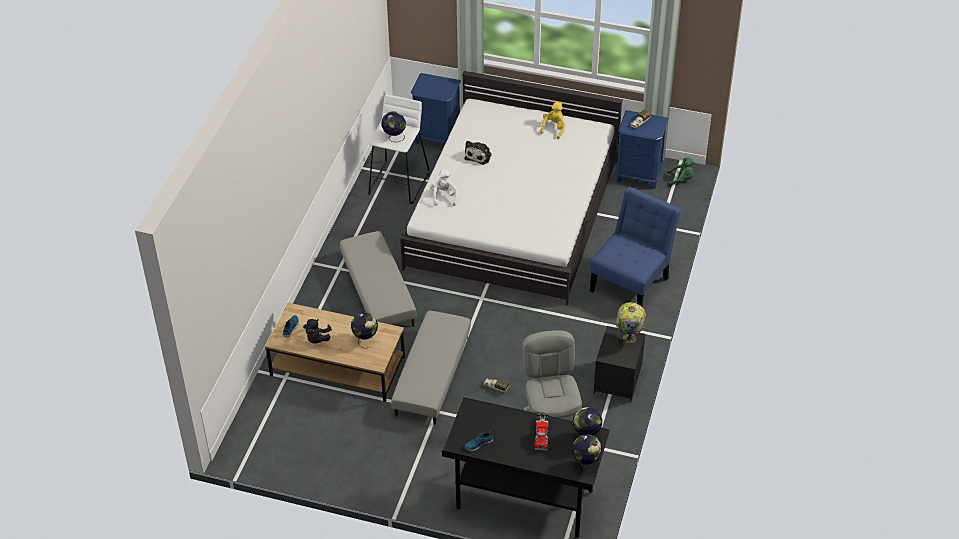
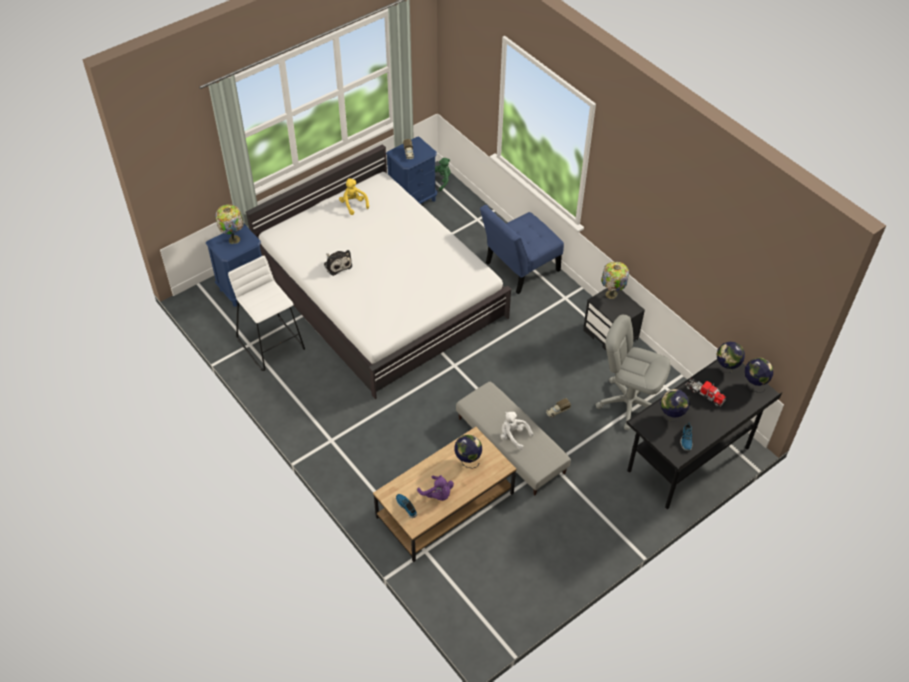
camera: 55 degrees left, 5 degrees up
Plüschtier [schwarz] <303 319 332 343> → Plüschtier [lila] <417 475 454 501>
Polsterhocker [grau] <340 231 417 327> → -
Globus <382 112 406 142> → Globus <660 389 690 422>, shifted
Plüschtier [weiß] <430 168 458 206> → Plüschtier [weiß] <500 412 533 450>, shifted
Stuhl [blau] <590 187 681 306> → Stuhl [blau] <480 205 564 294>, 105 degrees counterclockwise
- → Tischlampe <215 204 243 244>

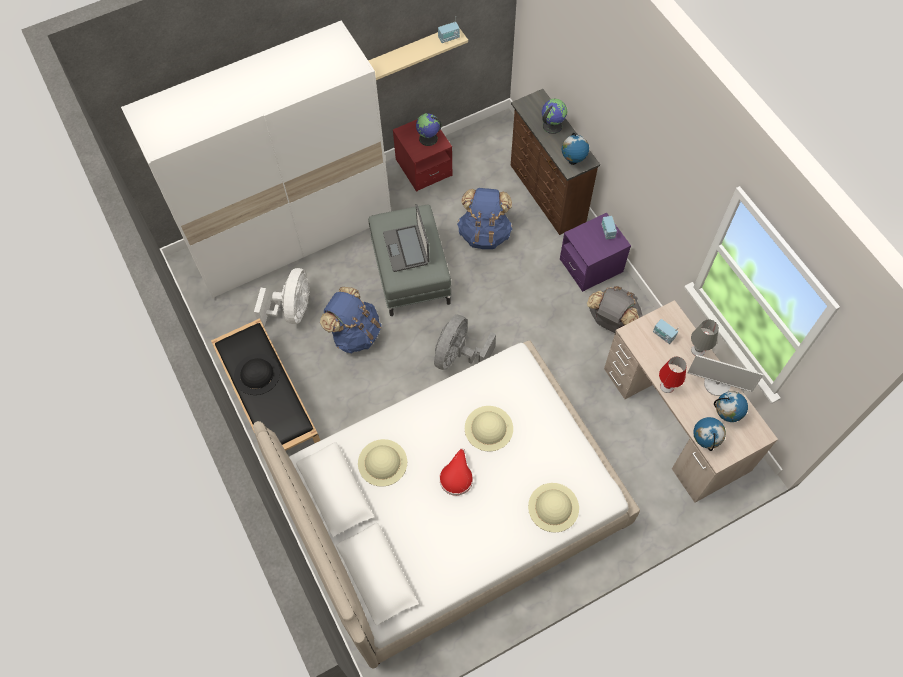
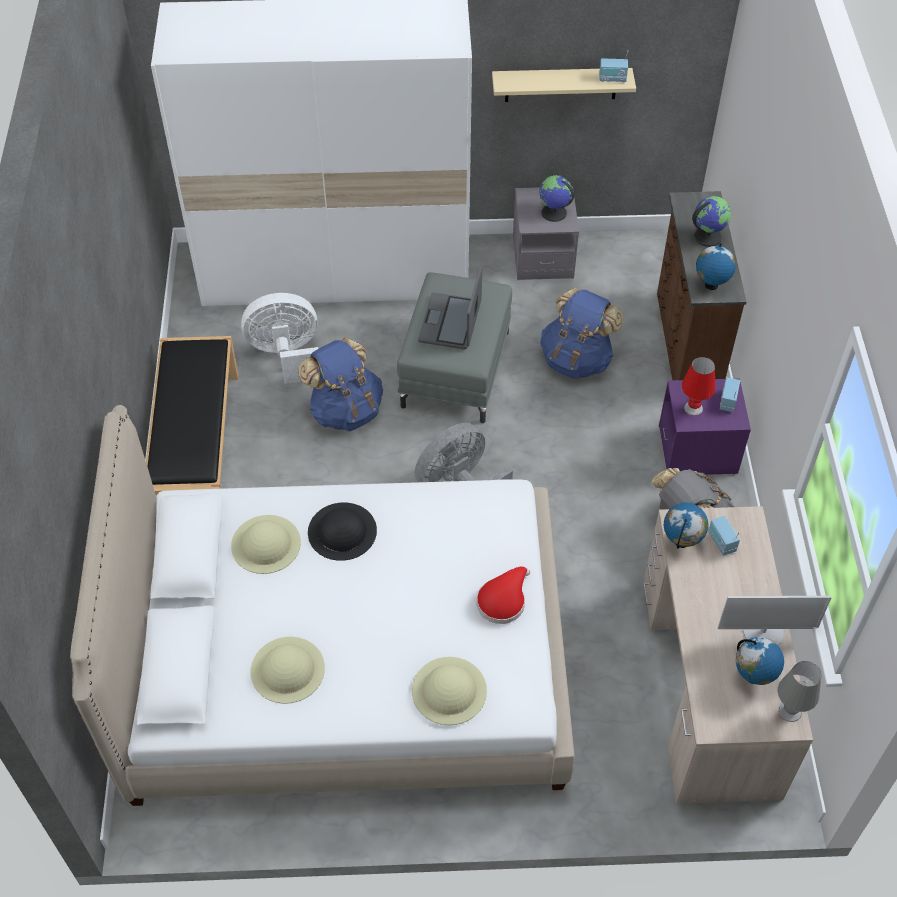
camera: 25 degrees right, 10 degrees down
Hut [schwarz] <234 353 280 395> → Hut [schwarz] <308 502 377 561>, shifted
Ventilator [weiß] <254 268 310 326> → Ventilator [weiß] <241 293 318 384>, 135 degrees counterclockwise
Nachttisch [rot] <393 120 452 192> → Nachttisch [grau] <513 187 579 280>
Hut [rot] <439 448 473 496> → Hut [rot] <477 567 530 624>, shifted
Hut [beige] <465 406 513 451> → Hut [beige] <250 637 325 704>, shifted
Tischlampe [rot] <659 357 686 393> → Tischlampe [rot] <682 357 715 416>, shifted
Monitor <688 355 764 396> → Monitor <718 596 832 646>, 45 degrees counterclockwise
Tischlampe [grau] <691 320 719 356> → Tischlampe [grau] <777 661 821 722>, shifted
Globus <693 417 726 451> → Globus <664 503 708 549>, shifted

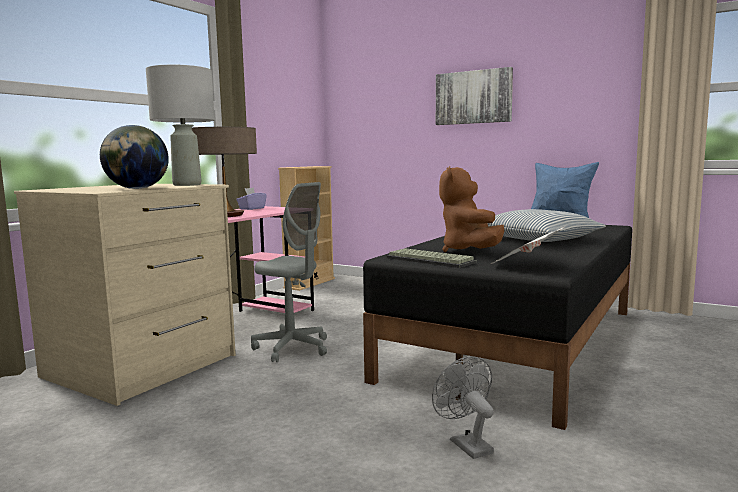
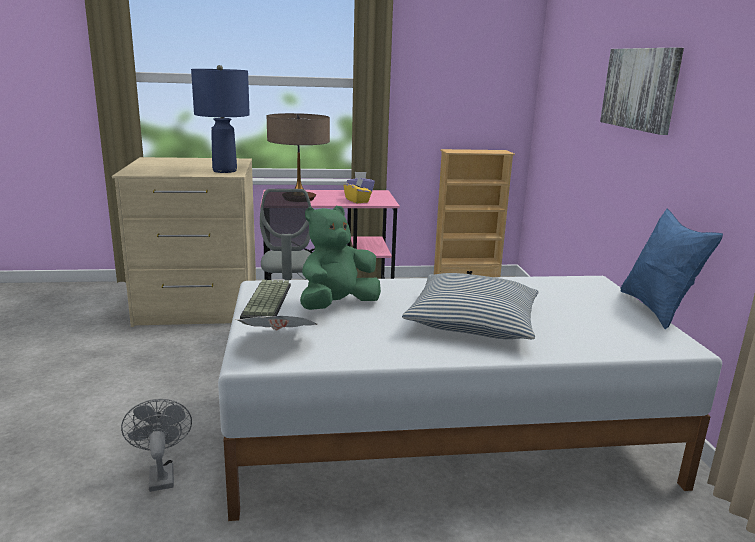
camera: 50 degrees right, 10 degrees up
Globus <100 125 169 189> → -
Tischlampe [grau] <146 65 215 186> → Tischlampe [blau] <191 65 250 173>
Bett [schwarz] <363 225 632 430> → Bett [weiß] <218 276 722 521>
Ventilator [grau] <432 356 494 459> → Ventilator [grau] <121 399 192 492>, 45 degrees counterclockwise
Plüschtier [braun] <439 166 504 252> → Plüschtier [grün] <300 206 381 310>
- → Taschentuchbox [gelb] <344 178 372 203>

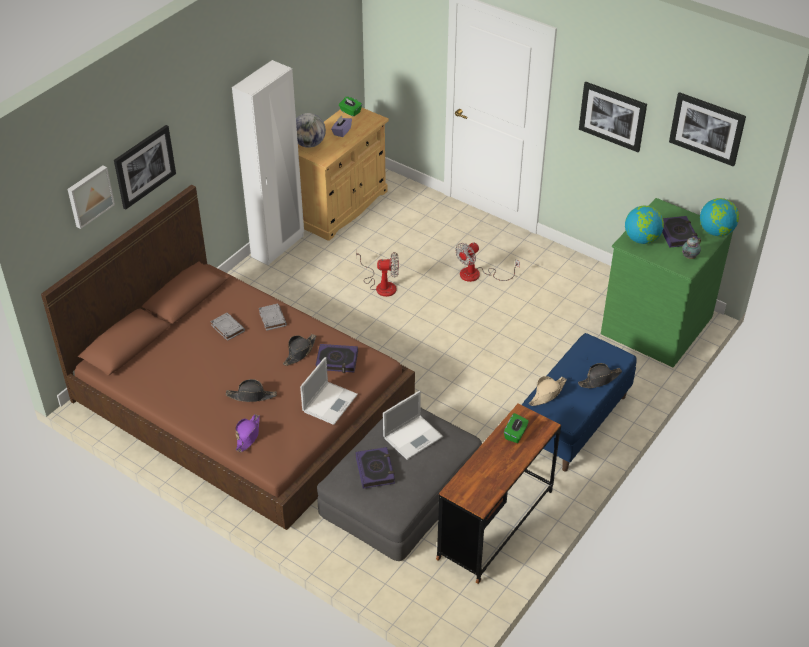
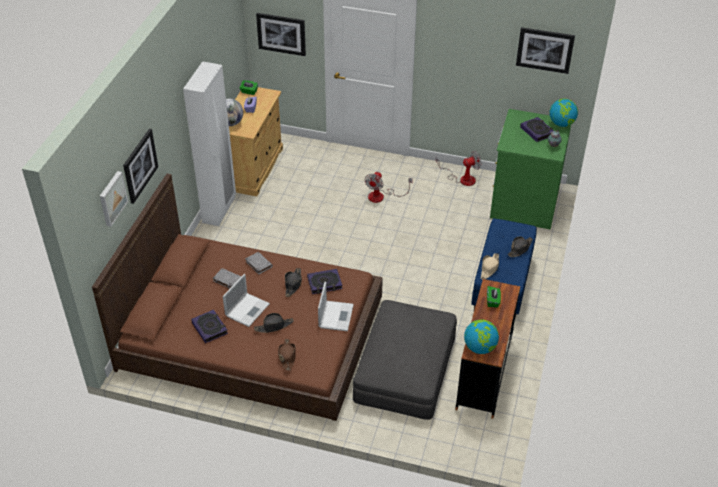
camera: 20 degrees left, 0 degrees up
Hut [lila] <236 414 260 452> → Hut [braun] <278 339 296 371>
Buch <355 447 395 488> → Buch <191 310 228 343>, shifted
Ventilator <356 250 399 297> → Ventilator <436 151 481 186>, shifted
Laptop <383 391 443 460> → Laptop <223 274 270 327>, shifted
Bild <579 82 647 152> → Bild <256 13 306 56>, shifted
Globus <625 206 664 244> → Globus <464 320 499 354>, shifted

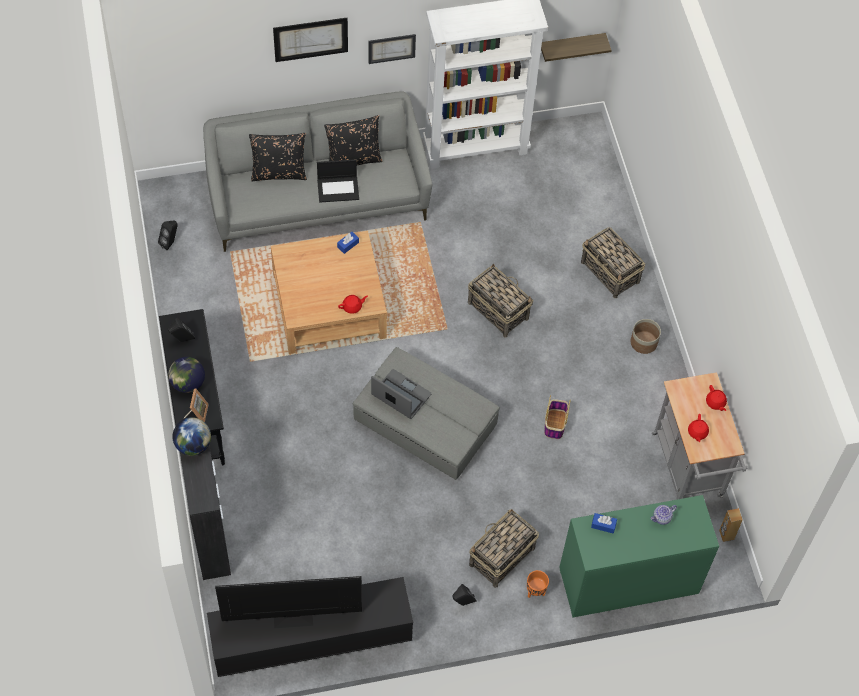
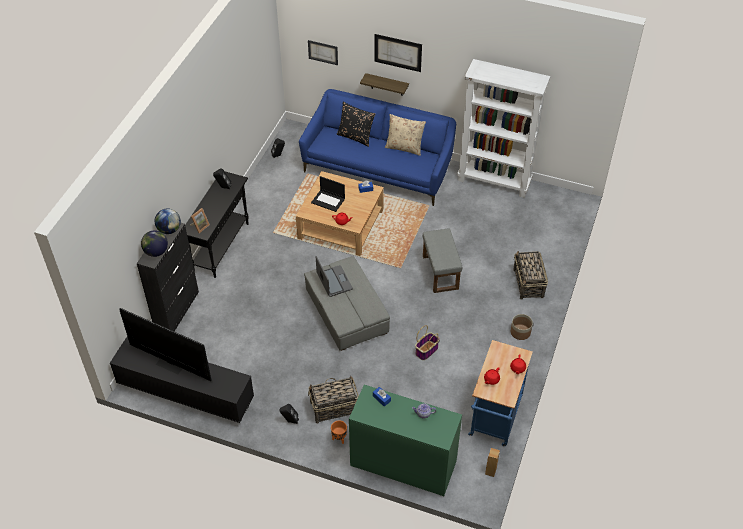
camera: 35 degrees right, 10 degrees down
Globus <168 357 205 393> → Globus <141 230 168 257>, shifted
Sofa [grau] <203 91 433 252> → Sofa [blau] <299 89 456 206>
Laptop <317 159 359 203> → Laptop <311 176 345 212>, shifted
Kissen [schwarz] <324 115 383 165> → Kissen [beige] <385 114 426 156>
Bild <368 34 416 64> → Bild <308 40 338 65>, shifted
Korb <468 263 533 338> → Polsterhocker [grau] <423 228 462 293>
Wandregal <541 33 612 62> → Wandregal <360 73 409 96>, shifted
Rollwagen [grau] <652 372 747 500> → Rollwagen [blau] <468 340 533 447>

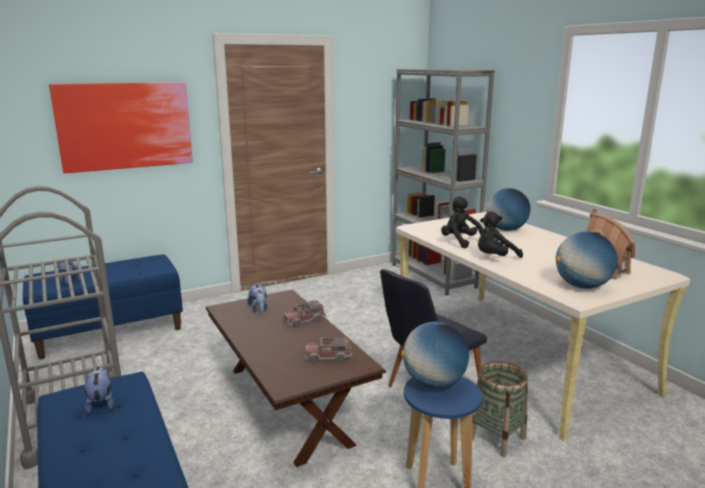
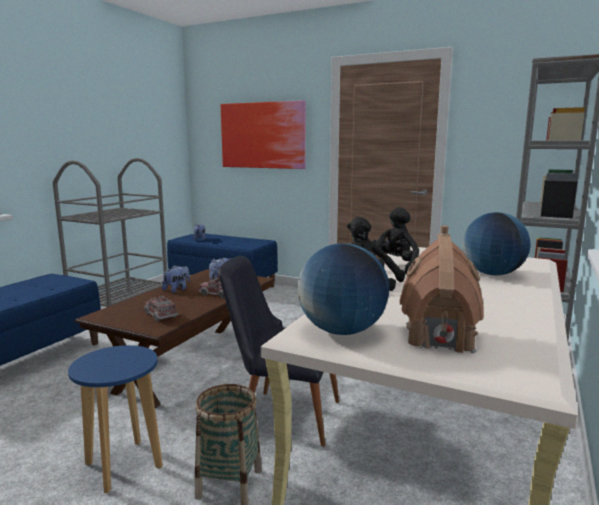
camera: 55 degrees right, 5 degrees down
Plüschtier <85 367 114 414> → Plüschtier <162 265 190 293>, shifted
Globus <401 322 469 389> → -

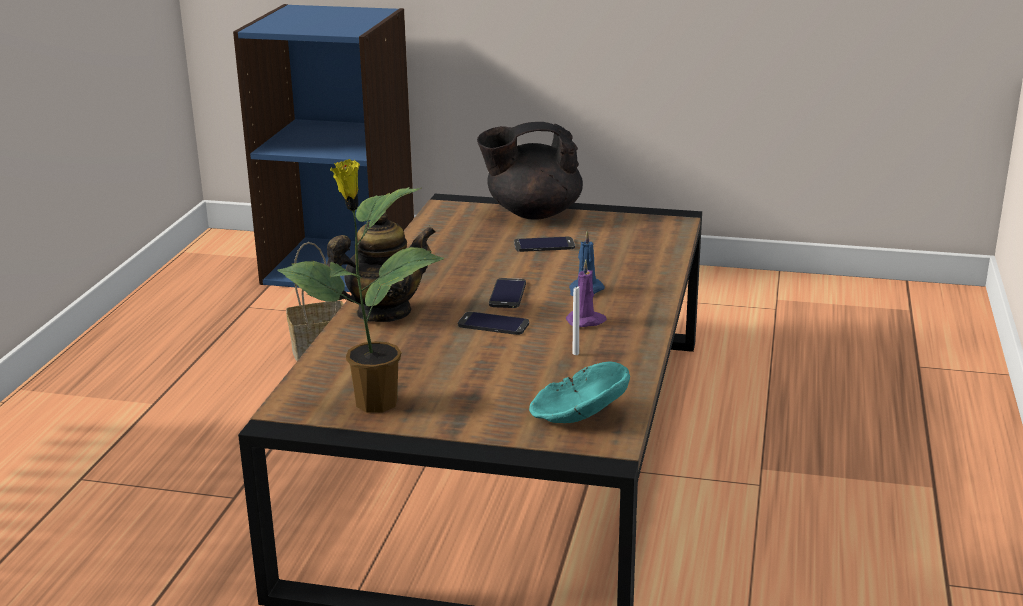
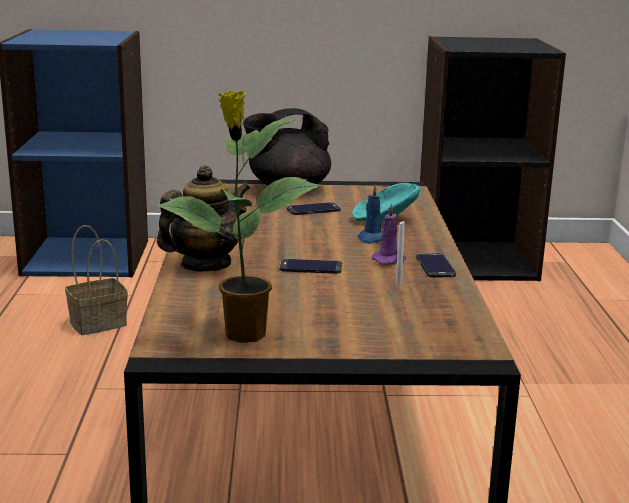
camera: 15 degrees left, 5 degrees down
Handy <489 278 526 308> → Handy <416 253 456 278>, shifted
Schüssel [türkis] <529 361 630 423> → Schüssel [türkis] <352 183 420 222>, shifted
- → Bücherregal [schwarz] <420 36 566 281>

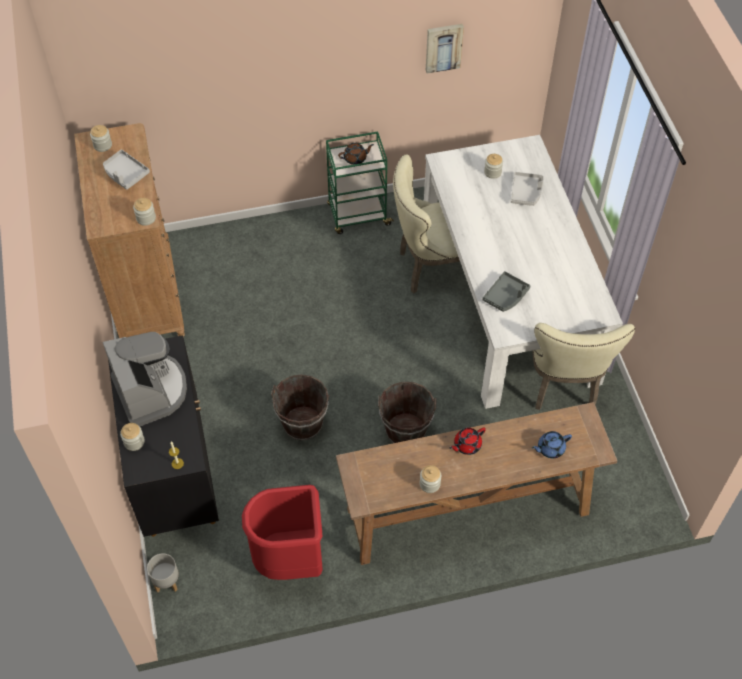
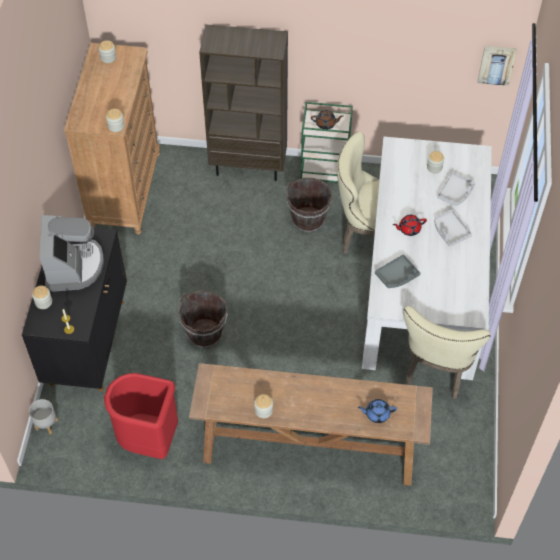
camera: 20 degrees right, 0 degrees up
Tablett [grau] <103 149 150 190> → Tablett [grau] <434 210 472 247>, shifted
Eimer [braun] <378 382 436 443> → Eimer [braun] <287 178 333 232>, shifted
Bild <426 24 464 74> → Bild <478 46 517 86>, shifted
Teekanne [rot] <450 427 486 455> → Teekanne [rot] <393 215 427 236>, shifted
- → Bücherregal [braun] <199 24 288 181>

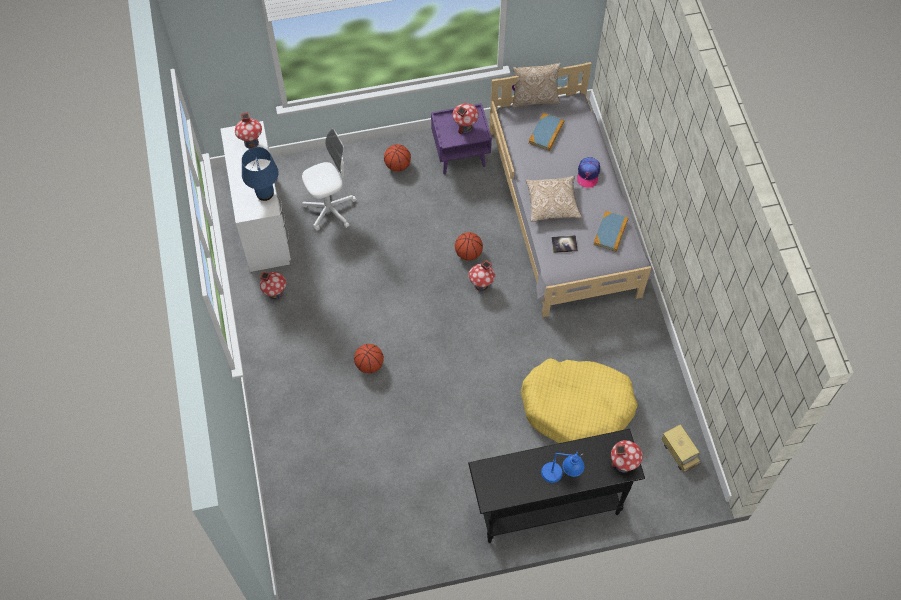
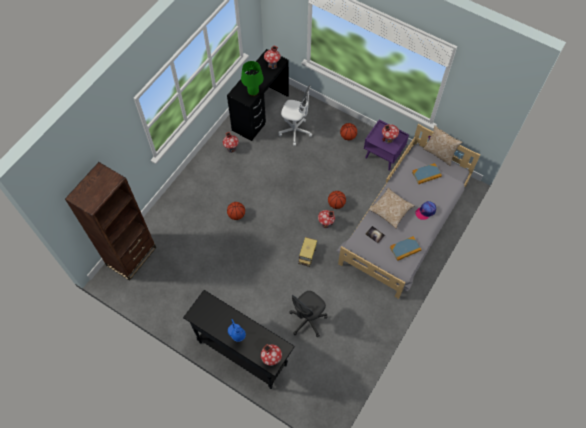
camera: 45 degrees right, 0 degrees up
Schreibtisch [weiß] <221 121 291 272> → Schreibtisch [schwarz] <227 49 289 141>
Tischlampe [blau] <242 147 279 201> → Tischlampe [grün] <241 61 264 97>
Hundebett [gelb] <521 358 638 443> → Bürostuhl [grau] <289 291 327 338>
Spielzeuglaster <662 424 701 473> → Spielzeuglaster <298 237 317 267>, shifted
- → Bücherregal [braun] <65 162 156 281>

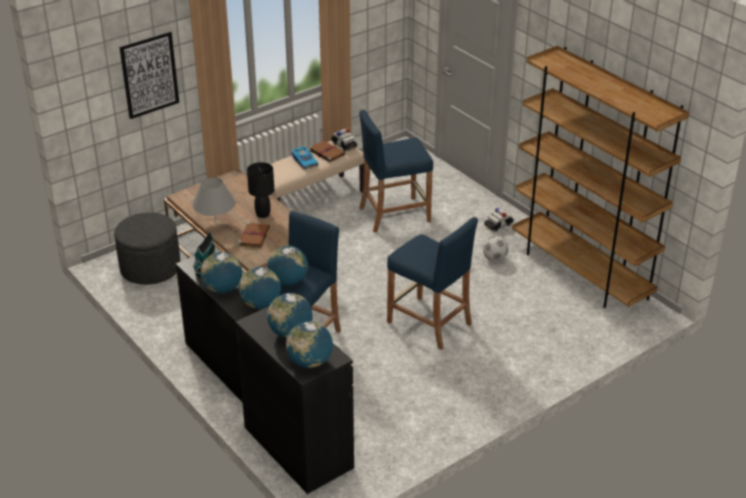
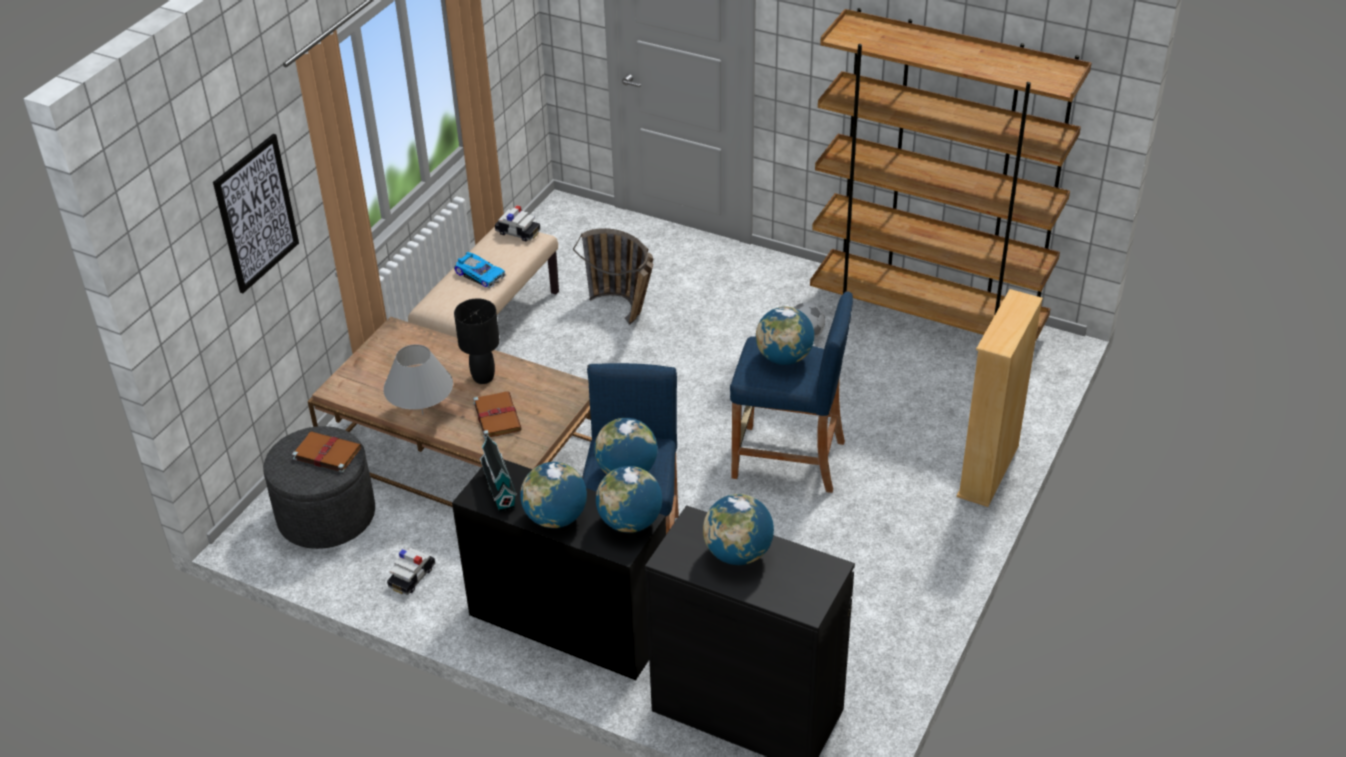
camera: 25 degrees left, 5 degrees up
Globus <286 321 333 368> → Globus <756 307 814 365>, shifted
Buch [braun] <309 141 346 163> → Buch [braun] <292 431 361 473>, shifted
Hocker [blau] <359 110 433 232> → Korb <573 228 653 325>
Spielzeugauto <484 208 514 232> → Spielzeugauto <387 547 435 595>, shifted
- → Bücherregal [beige] <957 289 1043 507>

